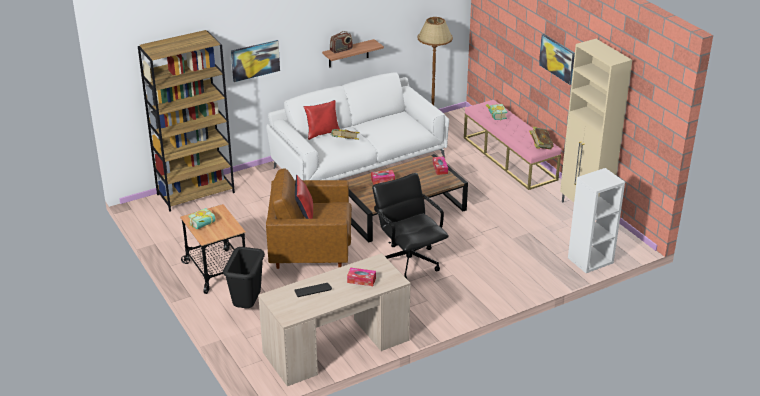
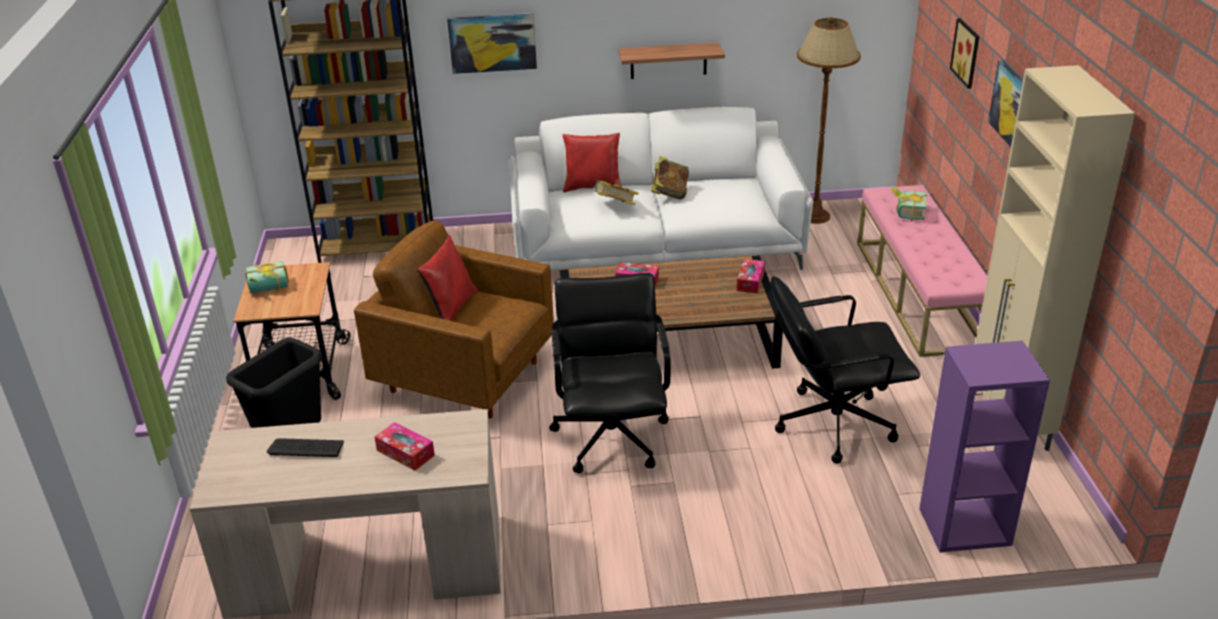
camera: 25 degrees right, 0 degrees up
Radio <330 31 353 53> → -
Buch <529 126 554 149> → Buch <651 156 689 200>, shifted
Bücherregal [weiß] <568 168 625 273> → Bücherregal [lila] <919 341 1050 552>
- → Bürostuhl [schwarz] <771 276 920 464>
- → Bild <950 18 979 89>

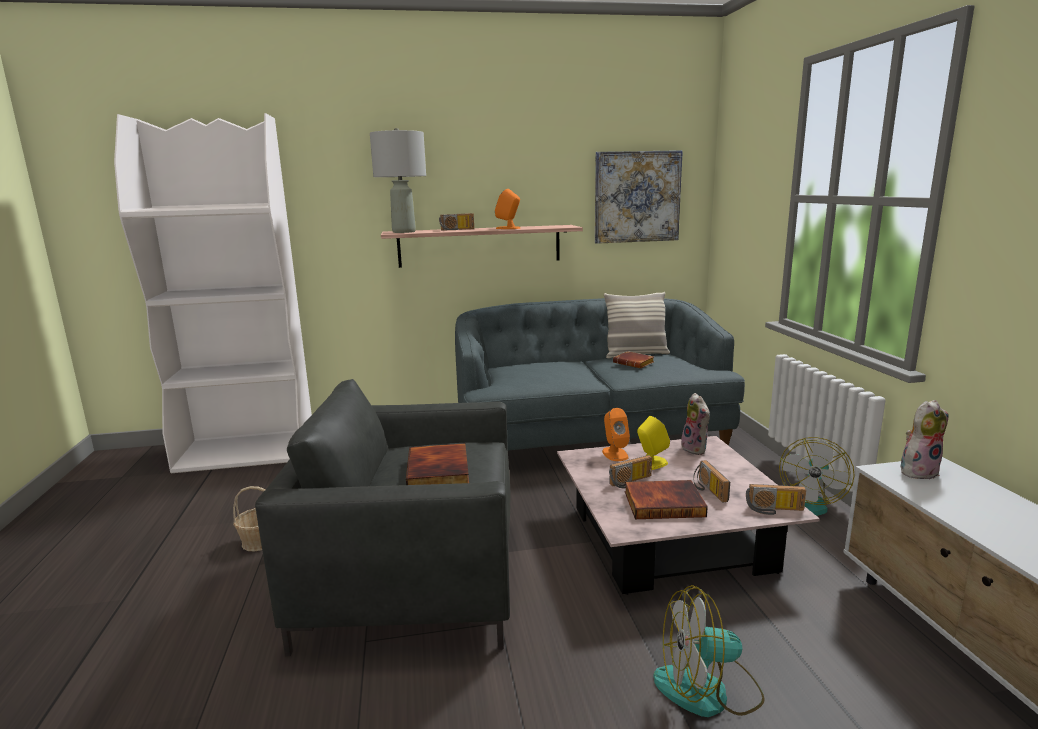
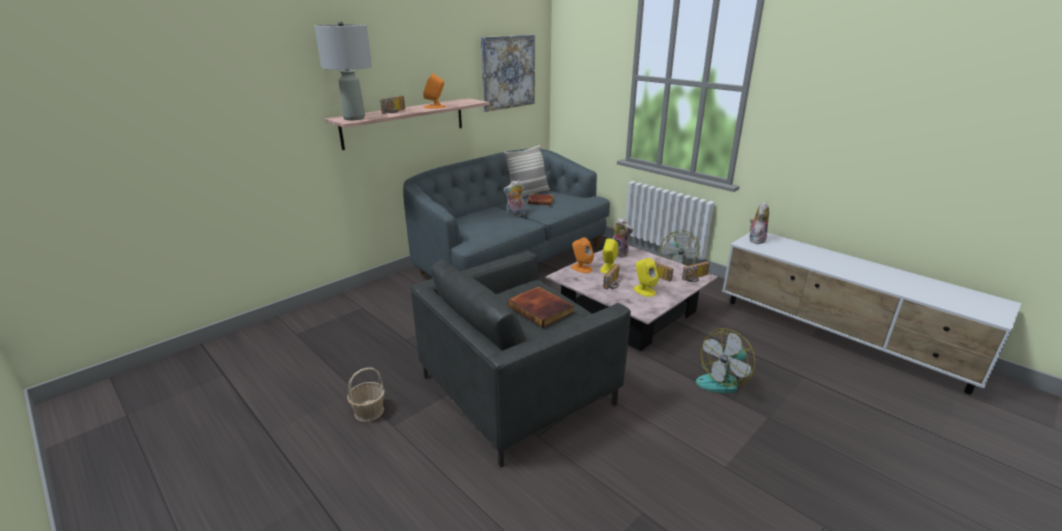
camera: 35 degrees left, 10 degrees up
Bücherregal [weiß] <114 113 312 473> → -
Buch <625 480 708 519> → Lautsprecher [gelb] <633 258 659 297>
- → Plüschtier <503 180 525 216>

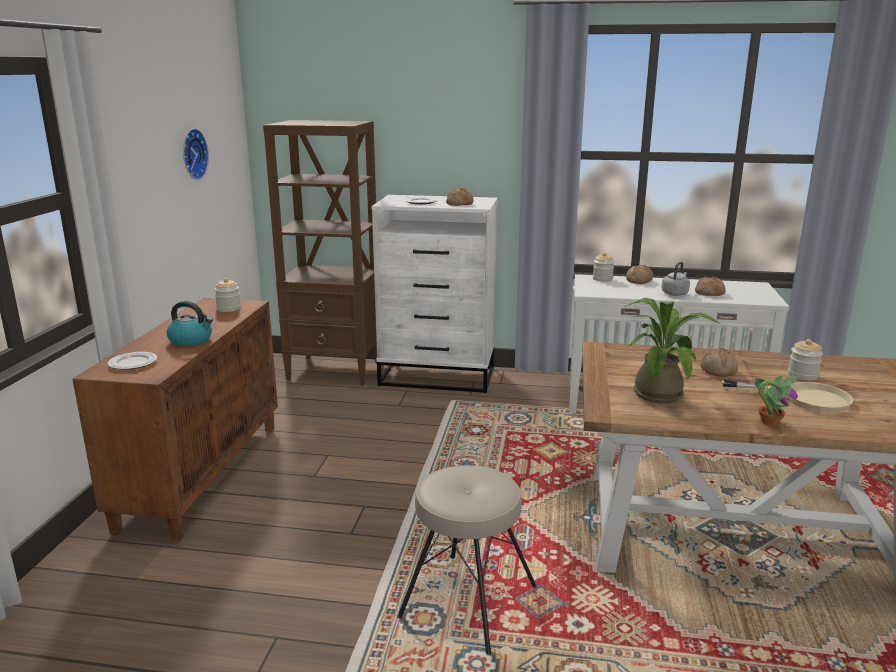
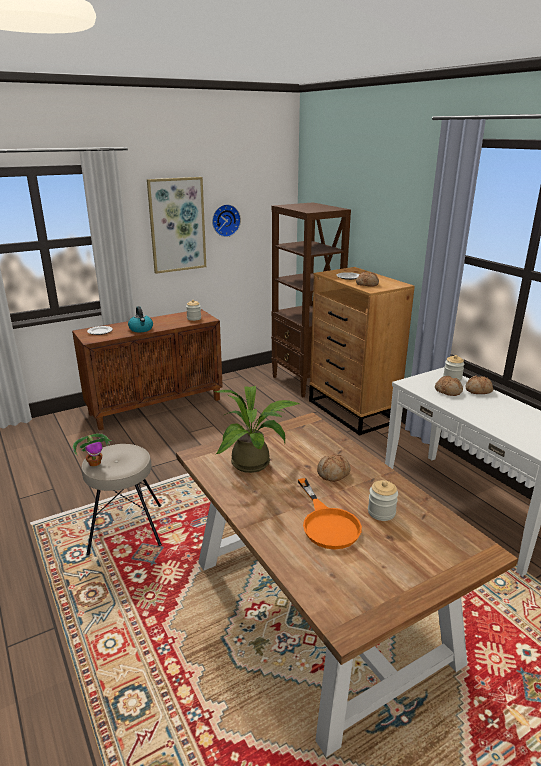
camera: 50 degrees right, 5 degrees up
Kommode [weiß] <371 195 498 393> → Kommode [braun] <309 267 415 436>
Wasserkessel [grau] <662 262 690 296> → -
Brot <695 277 726 296> → Brot <435 376 463 396>, shifted
Pfanne [beige] <722 380 854 413> → Pfanne [orange] <298 478 362 549>
Topfpflanze <755 375 798 426> → Topfpflanze <73 433 111 467>, shifted
- → Bild <147 177 206 274>

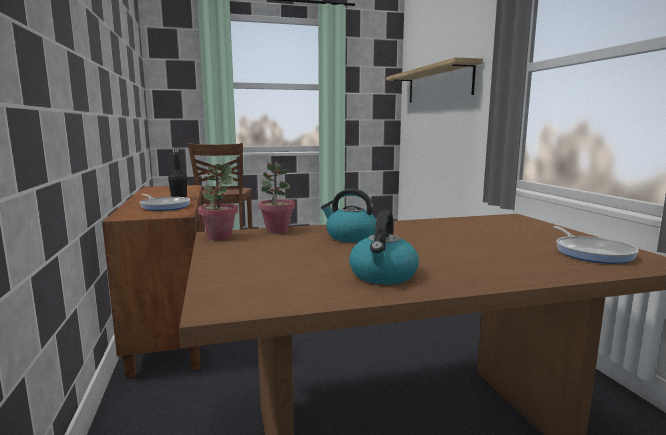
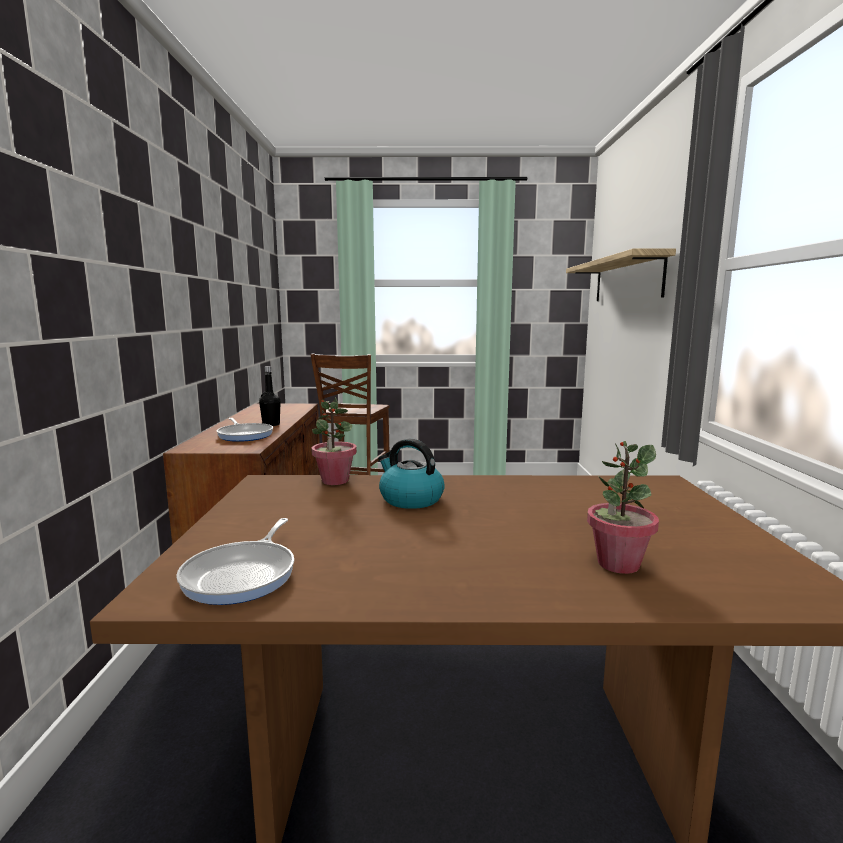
camera: 15 degrees right, 0 degrees up
Topfpflanze <198 164 238 240> → Topfpflanze <587 441 659 574>, shifted
Wasserkessel <349 210 419 284> → -
Pfanne <553 226 639 264> → Pfanne <176 518 294 605>, shifted

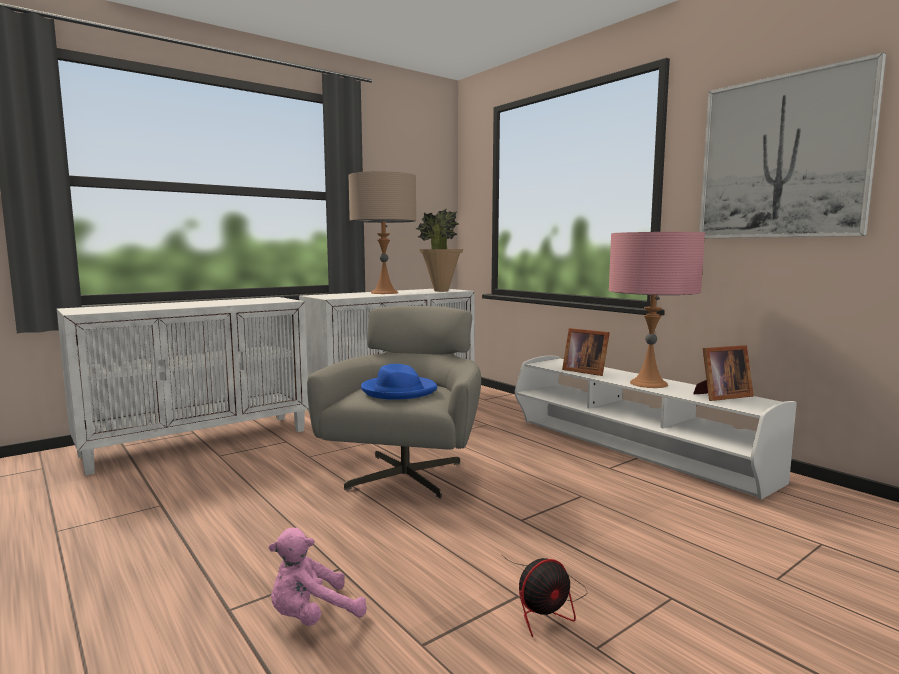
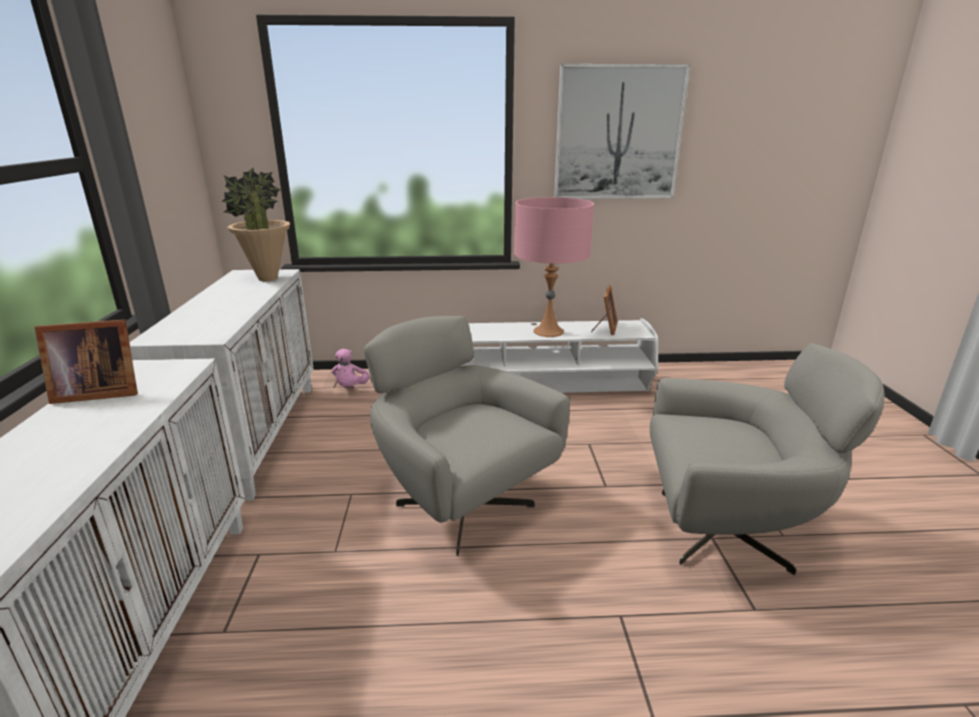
camera: 55 degrees left, 15 degrees up
Plüschtier [rosa] <269 528 367 626> → Plüschtier [rosa] <331 349 370 387>, shifted
Tischlampe [beige] <348 171 416 294> → -
Hut [blau] <361 364 437 400> → -
Ventilator <501 554 588 637> → Sessel [grau] <650 343 885 575>
Bilderrahmen <562 328 610 376> → Bilderrahmen <34 319 138 404>, shifted

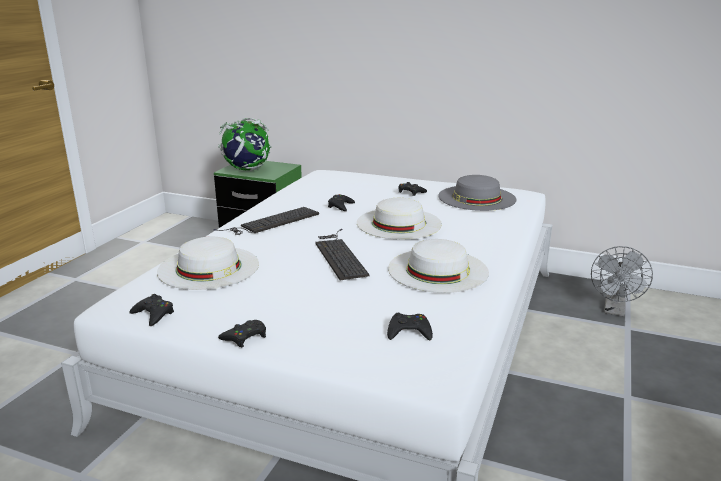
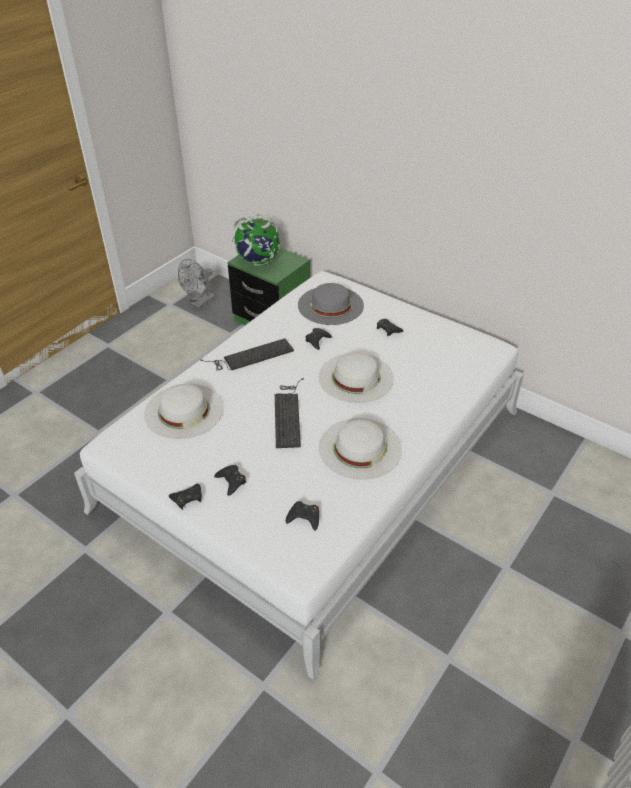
camera: 15 degrees right, 20 degrees up
Gamepad [schwarz] <129 294 174 326> → Gamepad [schwarz] <214 465 246 496>, shifted
Hut [grau] <438 175 516 211> → Hut [grau] <298 283 364 325>, shifted
Ventilator [grau] <591 246 653 316> → Ventilator [grau] <178 259 215 308>, shifted

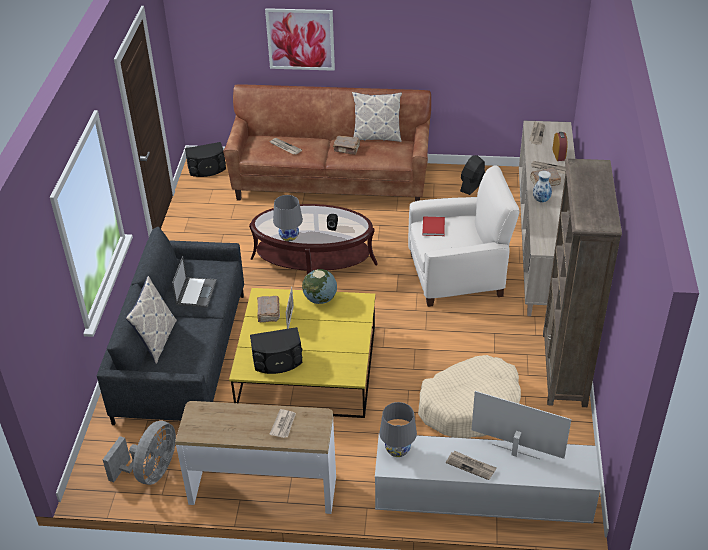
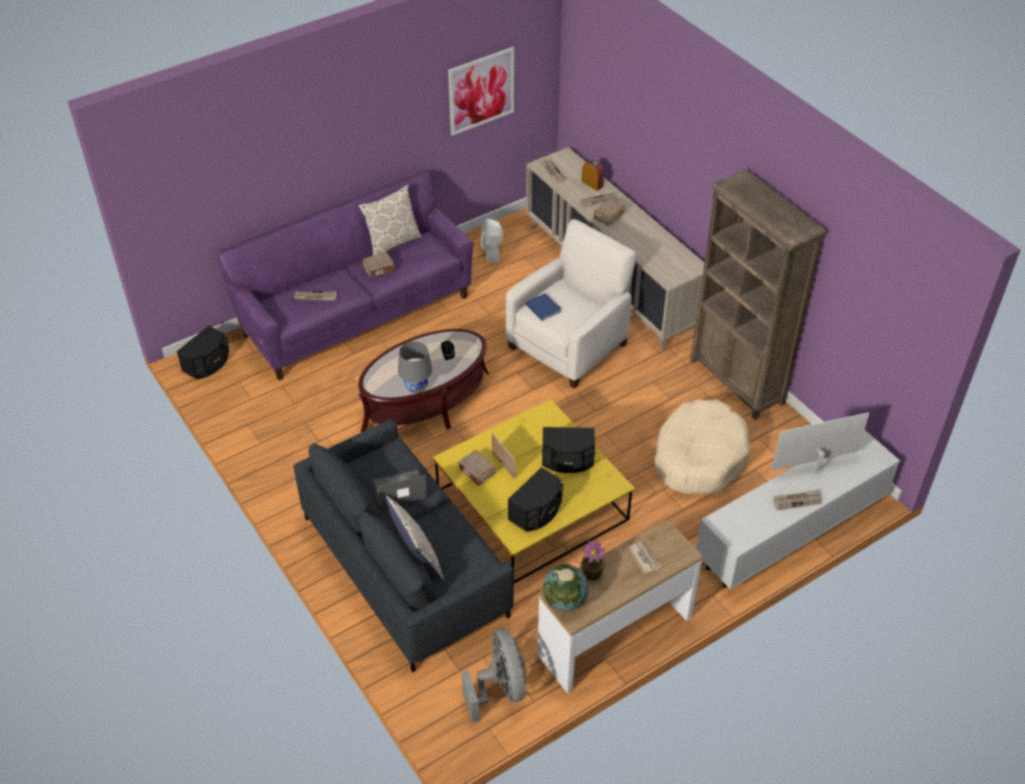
camera: 40 degrees left, 5 degrees up
Laptop <172 256 217 308> → Laptop <373 469 427 509>, 75 degrees counterclockwise
Sofa [braun] <223 84 431 201> → Sofa [lila] <217 171 473 380>
Bild <265 8 335 71> → Bild <448 47 514 136>, shifted
Globus <302 269 337 304> → Globus <543 564 589 611>, shifted
Tischlampe [grau] <379 402 417 457> → -
Buch [rot] <422 217 445 236> → Buch [blau] <525 293 562 321>
Ventilator [schwarz] <460 155 485 195> → Ventilator [weiß] <481 219 503 263>
Vase <533 171 552 202> → -
- → Lautsprecher [schwarz] <542 427 595 473>
- → Topfpflanze <581 539 606 581>

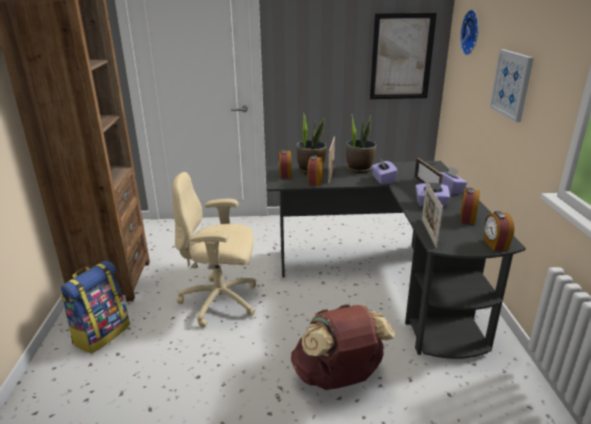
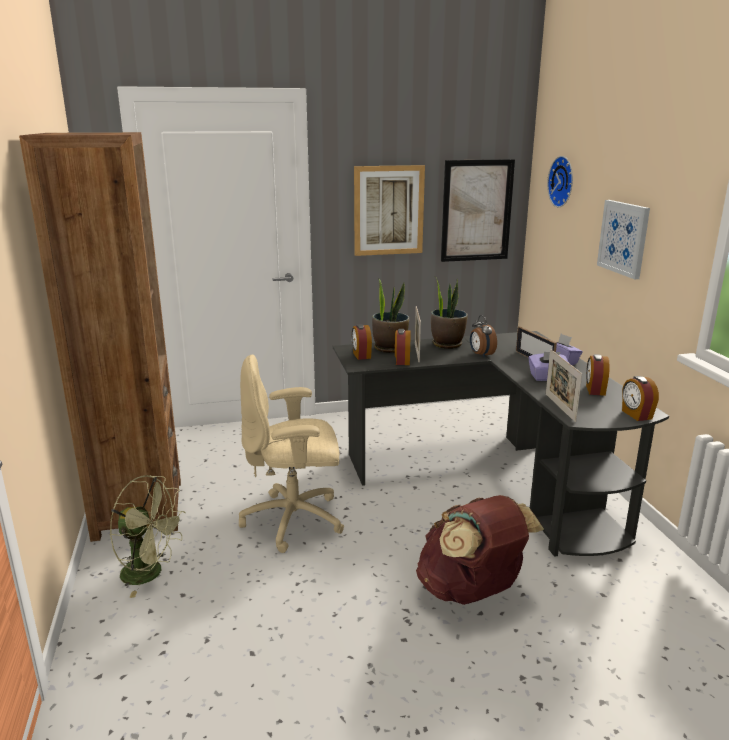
camera: 10 degrees left, 5 degrees down
Rucksack <61 261 130 354> → Ventilator [grün] <110 475 186 598>
Taschentuchbox [lila] <371 158 398 184> → Wecker <470 315 497 358>
- → Bild <354 165 425 256>

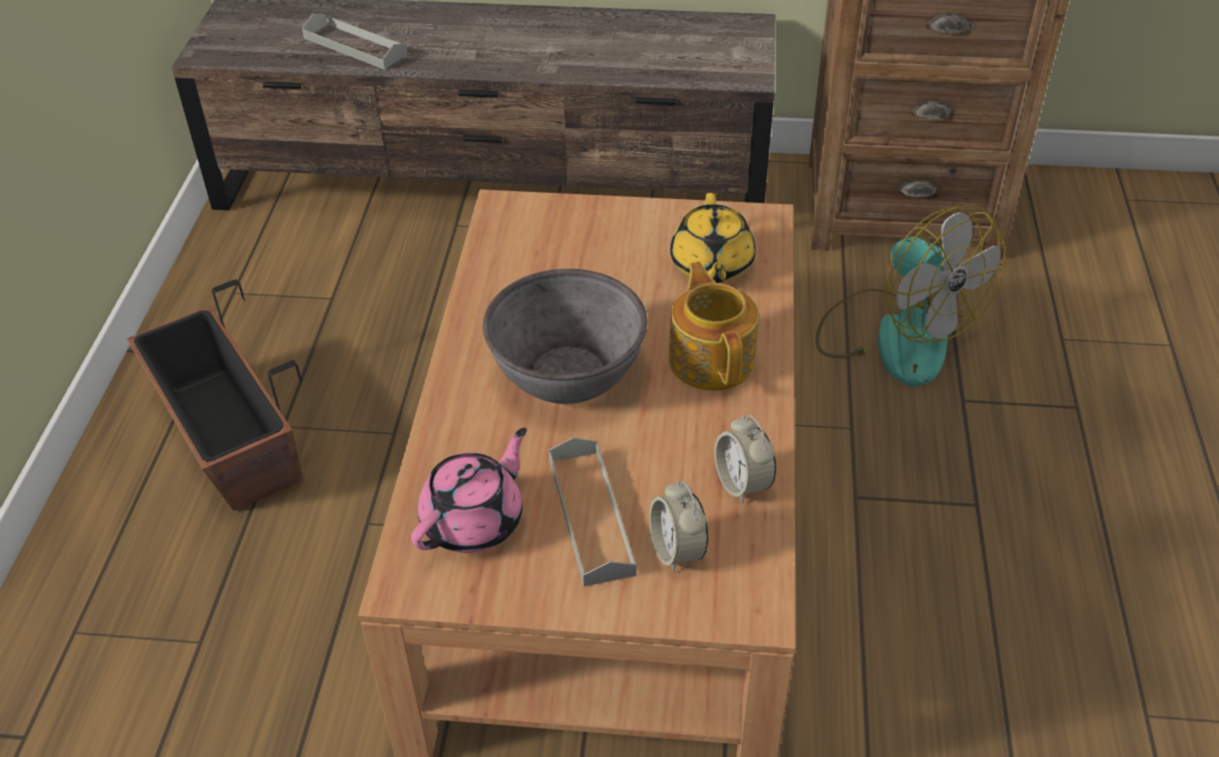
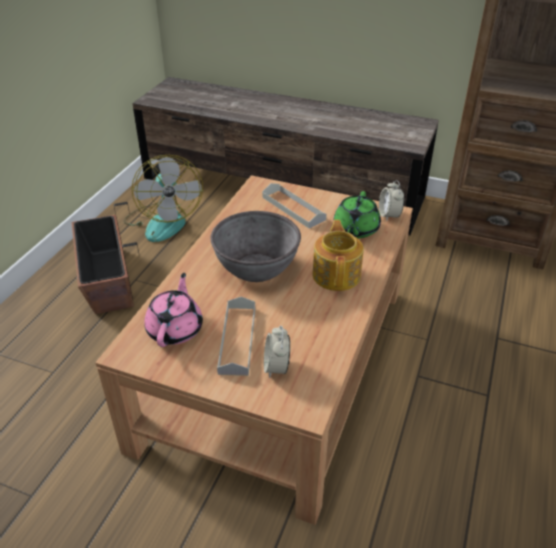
camera: 15 degrees right, 5 degrees down
Tablett [grau] <302 14 408 70> → Tablett [grau] <262 183 327 228>, shifted
Teekanne [rosa] <411 428 527 553> → Teekanne [rosa] <144 273 203 347>, 45 degrees counterclockwise
Teekanne [gelb] <670 193 755 283> → Teekanne [grün] <334 191 381 238>
Wecker <714 415 776 503> → Wecker <379 180 404 221>, shifted
Ventilator <816 205 1006 386> → Ventilator <123 155 203 242>, shifted

